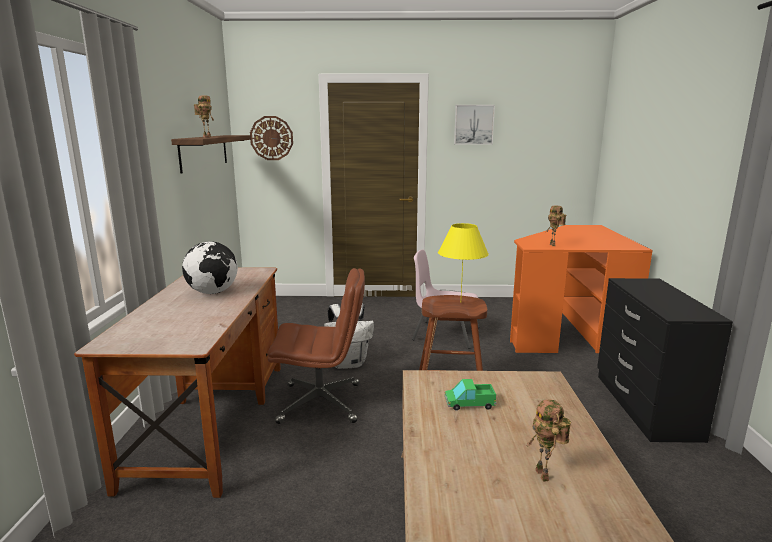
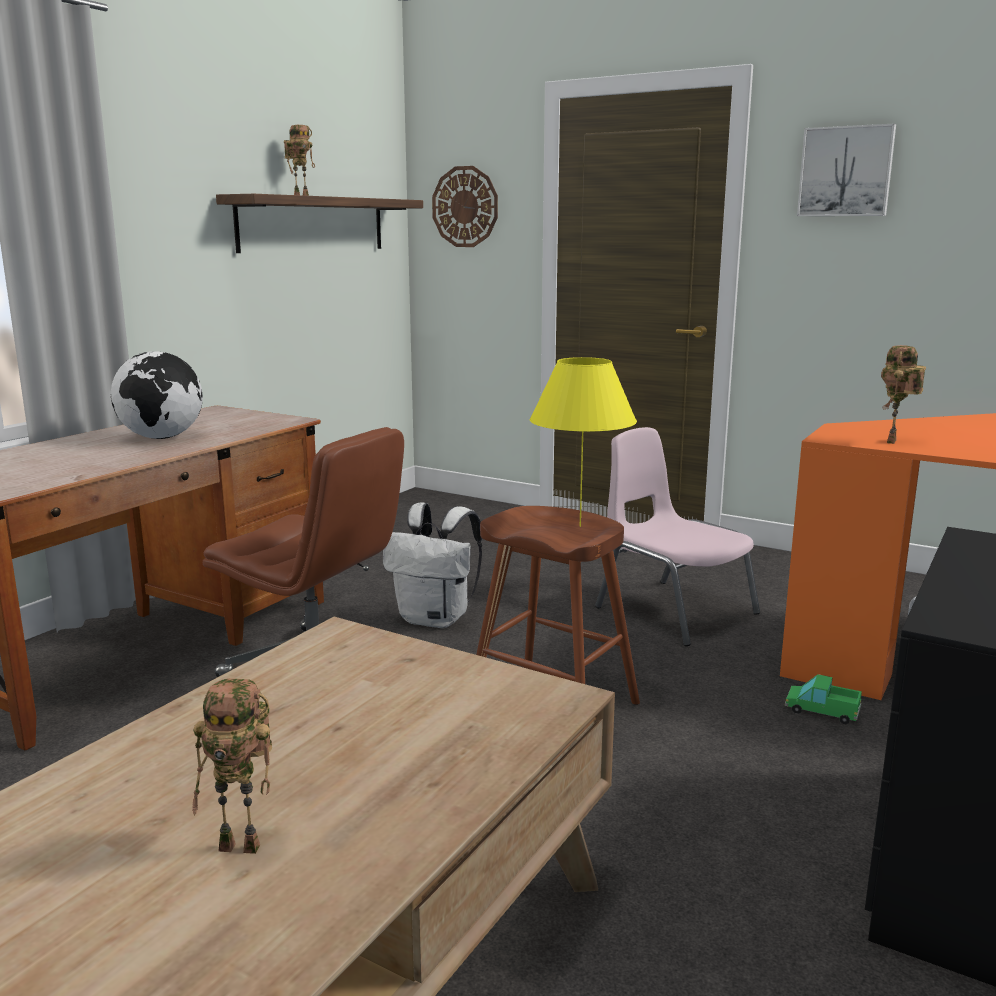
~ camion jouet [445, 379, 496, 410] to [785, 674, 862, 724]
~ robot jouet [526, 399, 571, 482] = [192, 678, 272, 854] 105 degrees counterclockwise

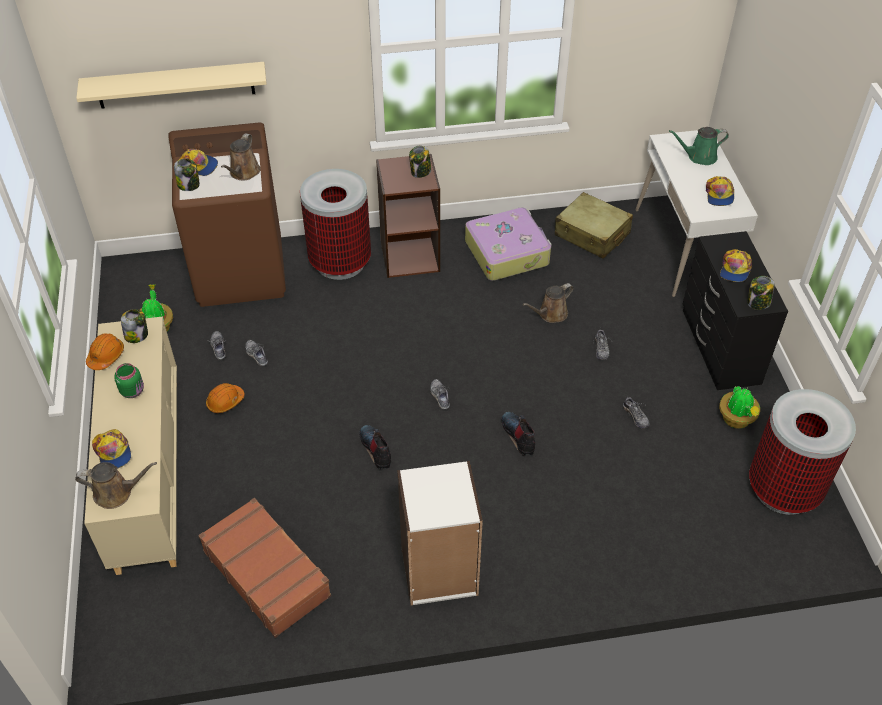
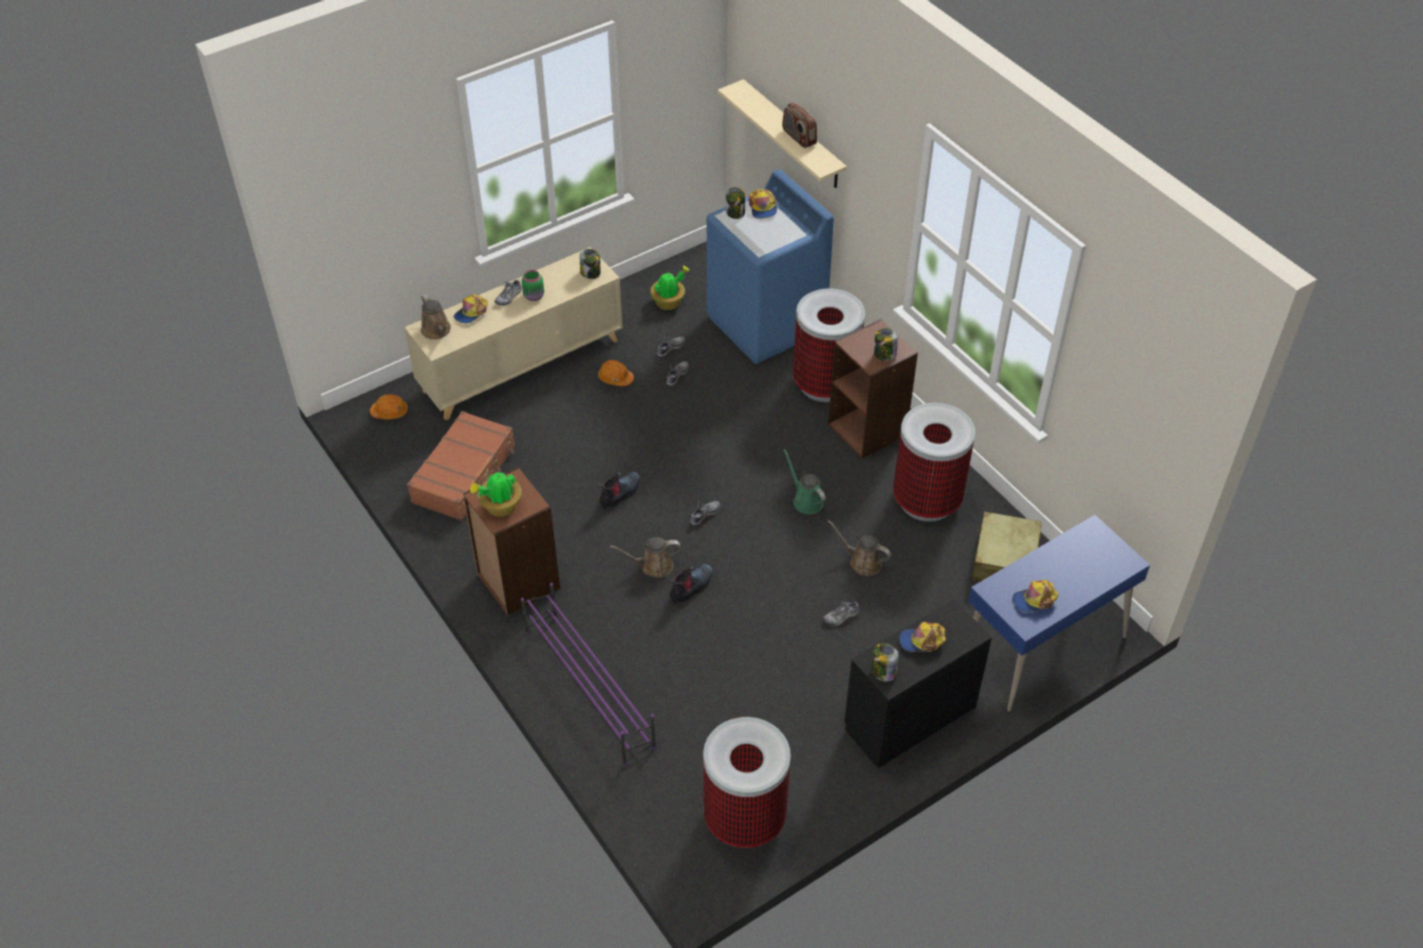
+ étagère à chaussures [violet] [521, 583, 656, 766]
+ radio [782, 103, 817, 148]
~ casque de chantier [orange] [86, 333, 124, 370] to [370, 394, 408, 420]
~ arrosoir [marron] [221, 133, 261, 180] to [610, 537, 681, 578]
~ chaussure [623, 396, 650, 428] to [495, 280, 522, 306]
~ arrosoir [vert] [669, 127, 729, 165] to [783, 449, 826, 514]
~ plante en pot [719, 386, 760, 429] to [470, 470, 522, 517]
~ valise [465, 207, 551, 281] to poubelle [893, 403, 975, 522]
~ lave-linge [marron] [168, 123, 286, 307] to lave-linge [bleu] [707, 170, 834, 364]
~ bibliothèque [blanc] [397, 461, 483, 606] to bibliothèque [marron] [463, 467, 560, 616]
~ bureau [blanc] [635, 130, 758, 297] to bureau [bleu] [968, 515, 1150, 711]

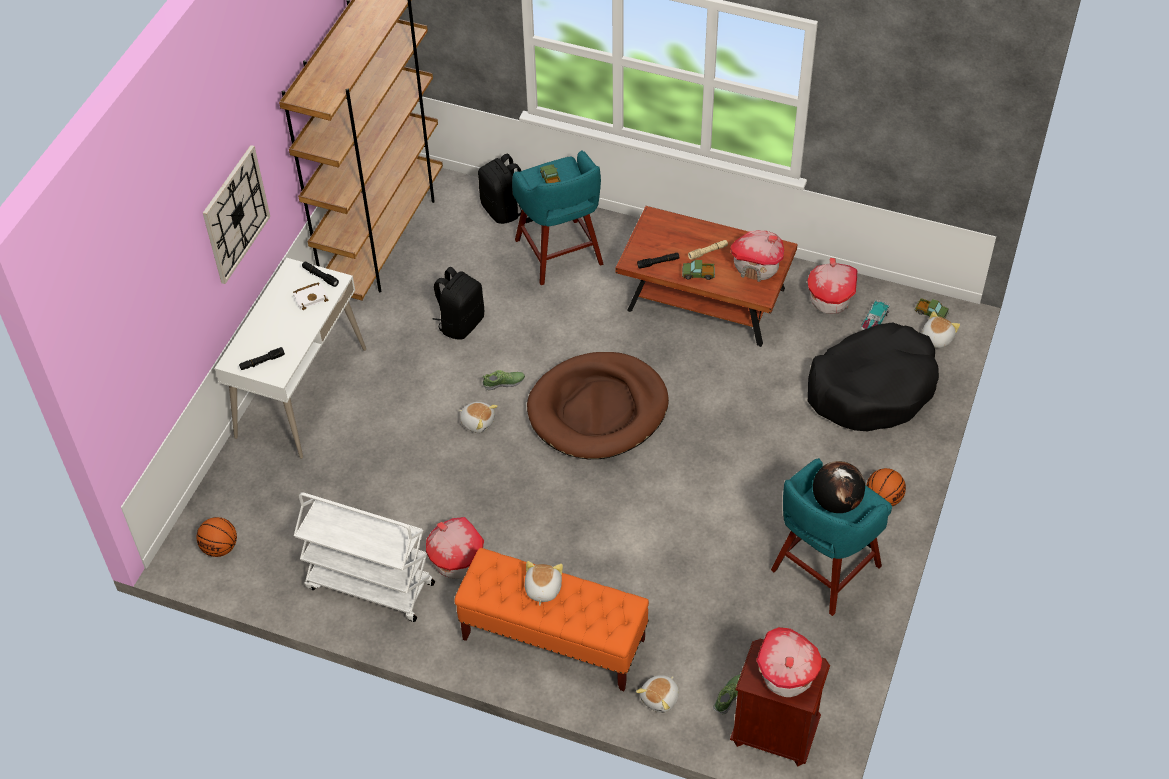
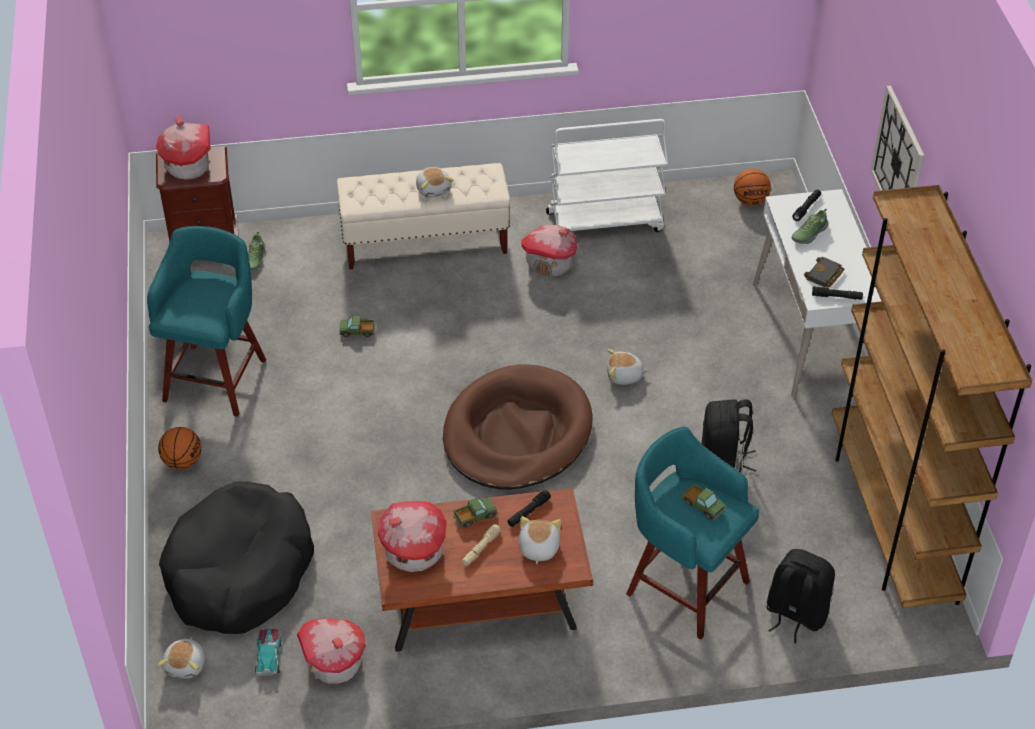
- globe [813, 461, 865, 513]
~ chaussure [482, 370, 525, 391] to [792, 209, 828, 244]
~ peluche [636, 675, 679, 713] to [519, 516, 561, 565]
~ camion jouet [915, 298, 949, 319] to [339, 316, 375, 337]
~ livre [blanc] [293, 282, 328, 310] to livre [noir] [804, 257, 844, 287]
~ banc [orange] [455, 548, 649, 691] to banc [beige] [337, 163, 510, 269]

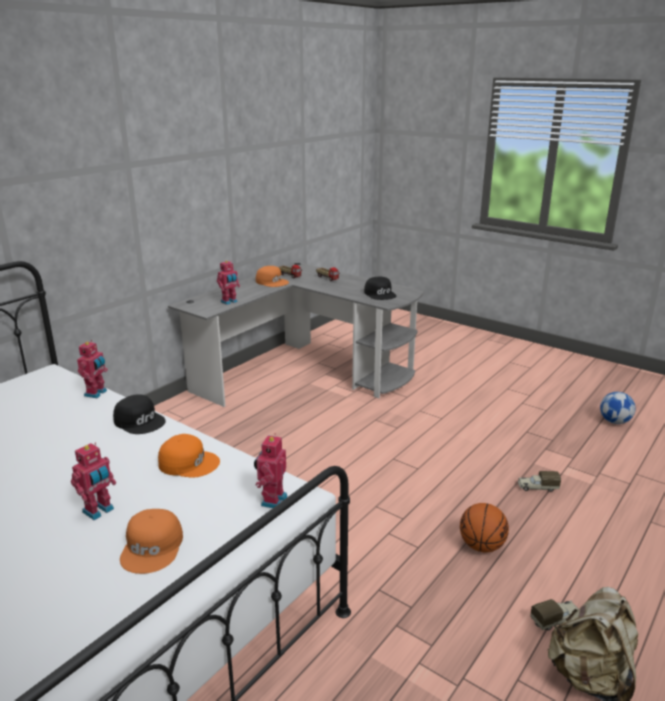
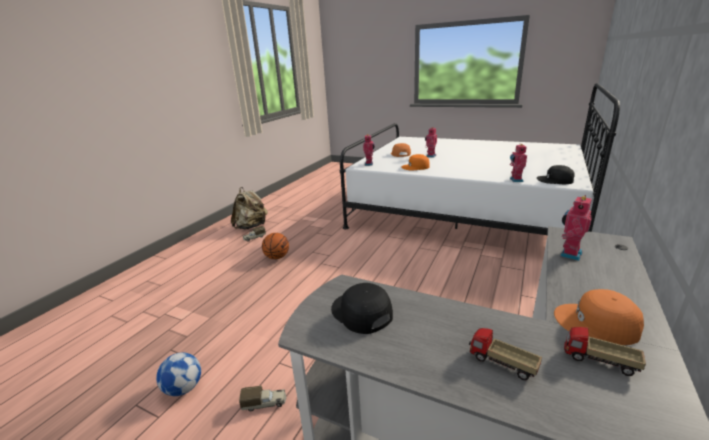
~ casquette [noir] [113, 395, 166, 434] to [537, 165, 575, 184]
~ camion jouet [518, 471, 561, 492] to [239, 386, 286, 411]
~ ballon de foot [600, 392, 636, 424] to [156, 352, 201, 396]

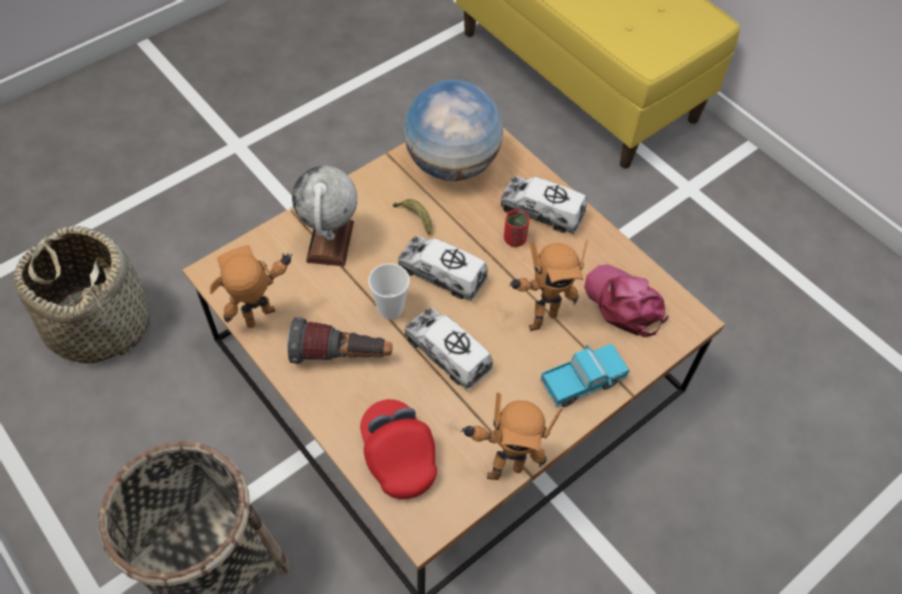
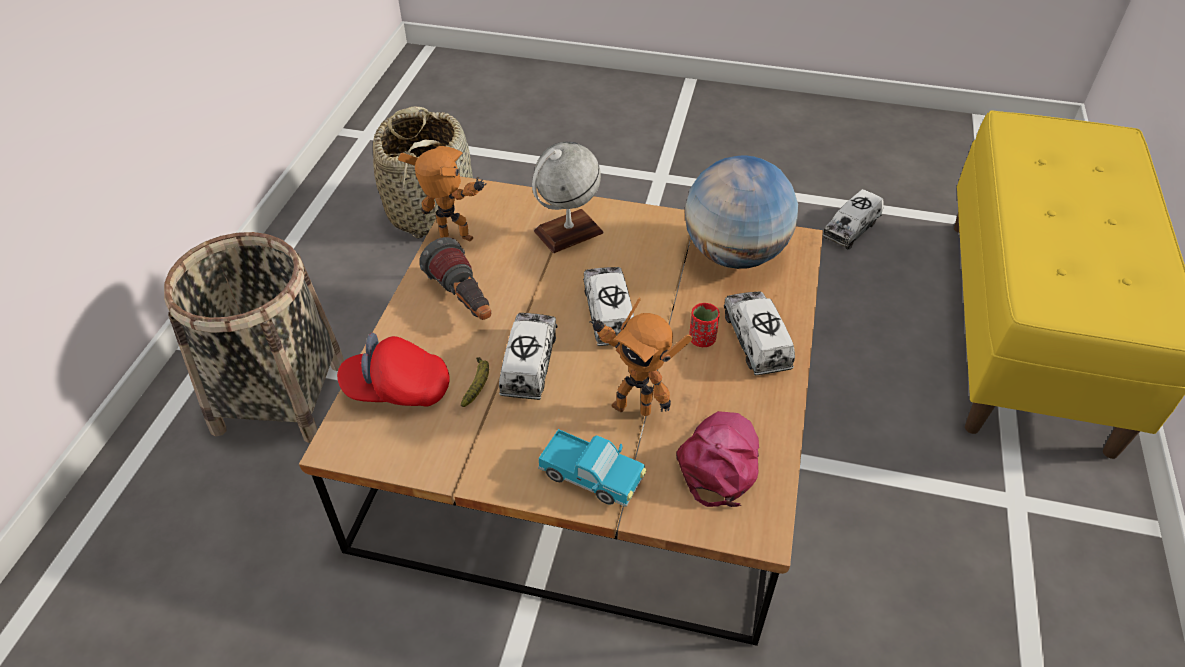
- tasse [368, 263, 410, 320]
- robot jouet [460, 393, 563, 480]
+ camion jouet [823, 189, 884, 250]
~ banane [393, 199, 432, 235] to [461, 357, 489, 407]
~ casquette [rouge] [360, 399, 437, 499] = [337, 333, 450, 407] 120 degrees counterclockwise

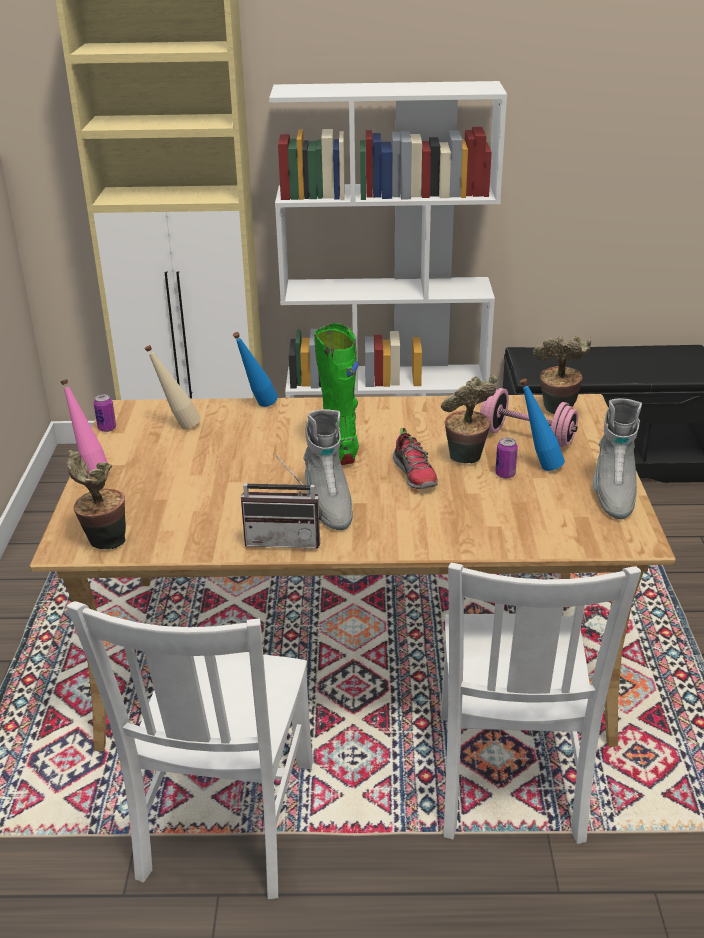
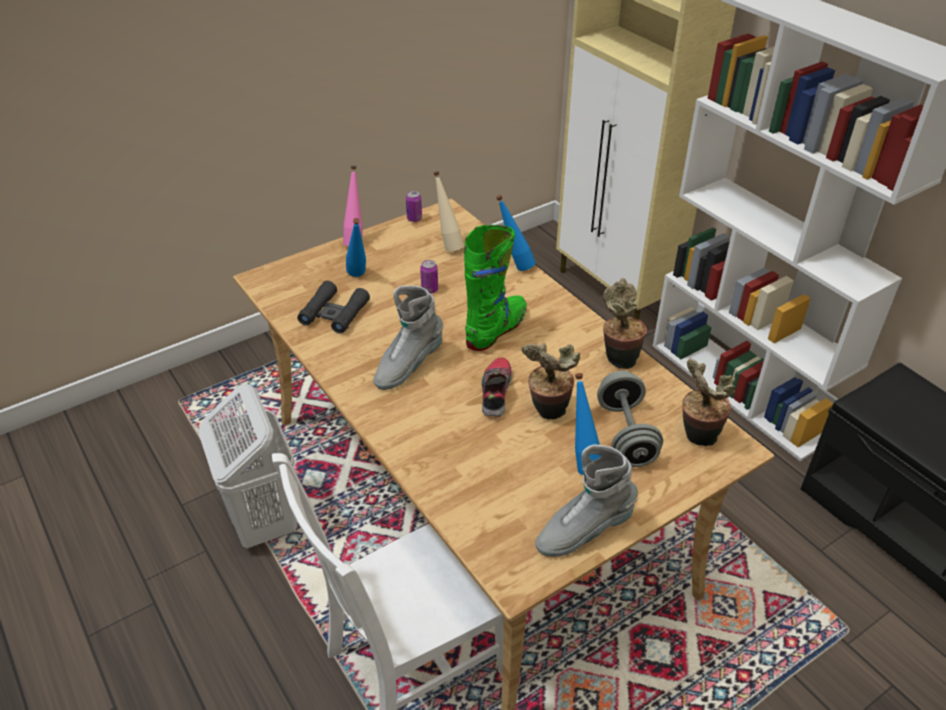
- radio [241, 453, 322, 548]
+ jumelles [noir] [297, 281, 370, 334]
+ bouteille [bleu] [346, 218, 366, 277]
~ plante en pot [67, 450, 126, 549] to [603, 278, 647, 369]
~ boîte métallique [495, 438, 518, 478] to [420, 260, 438, 294]
~ chaise [blanc] [67, 601, 313, 899] to panier à linge [blanc] [199, 383, 297, 548]
~ haltère [rose] [480, 388, 578, 447] to haltère [gris] [597, 371, 663, 467]
~ chaussure [393, 428, 438, 489] = [481, 357, 512, 417] 150 degrees clockwise

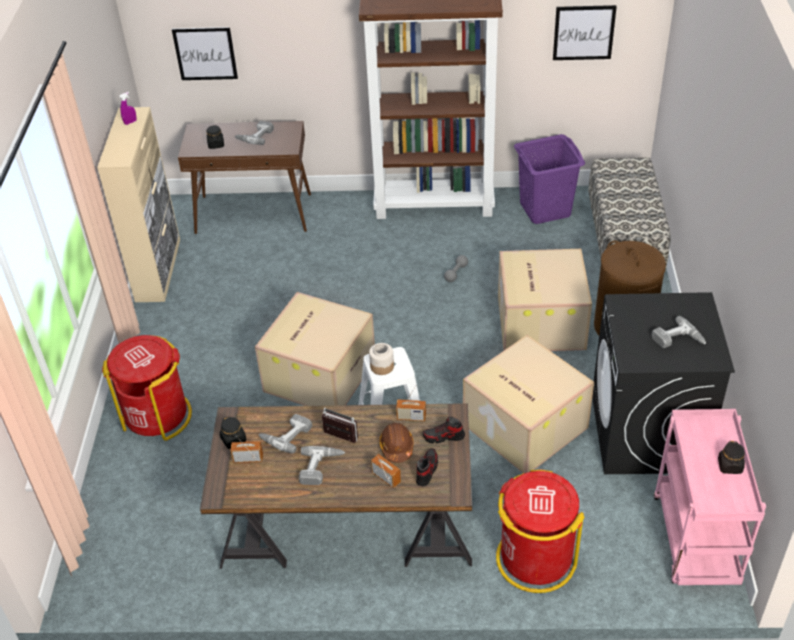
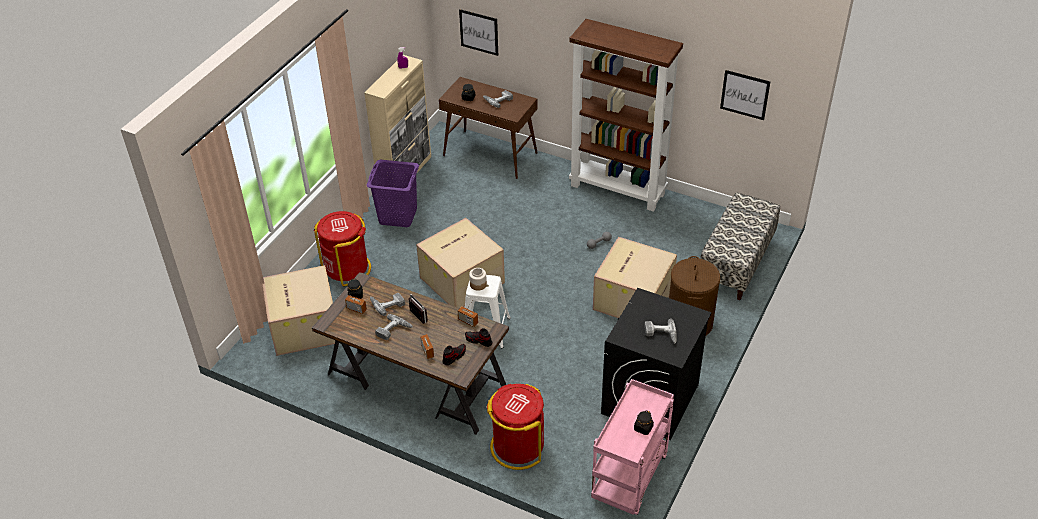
- casque de chantier [marron] [380, 423, 414, 463]
~ carton [463, 335, 594, 473] to [263, 265, 335, 356]
~ panier à linge [violet] [514, 134, 585, 224] to [367, 160, 419, 227]

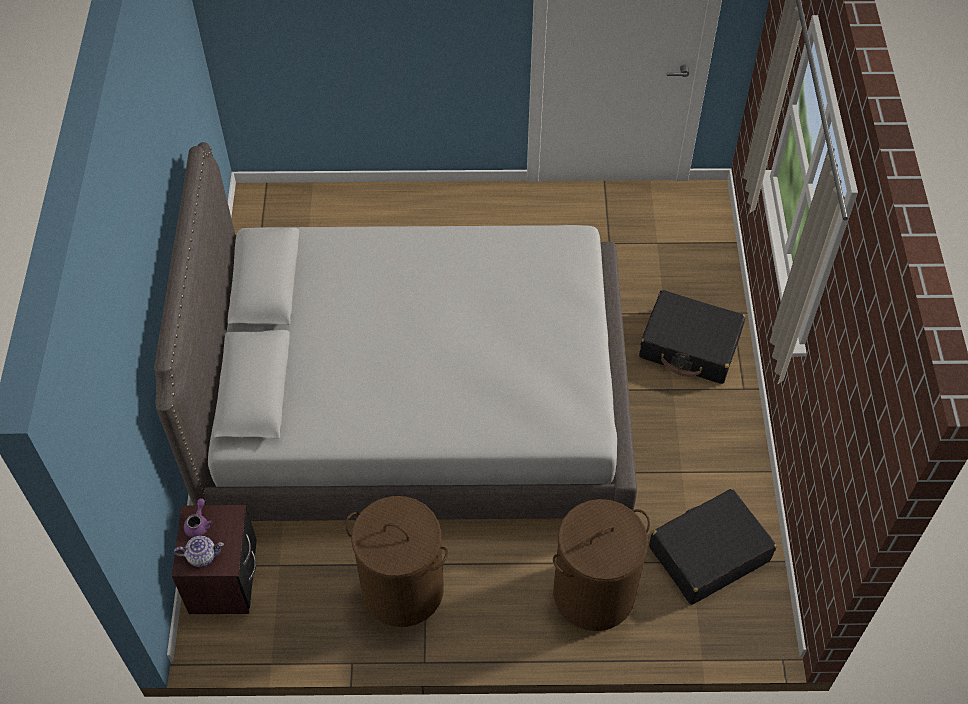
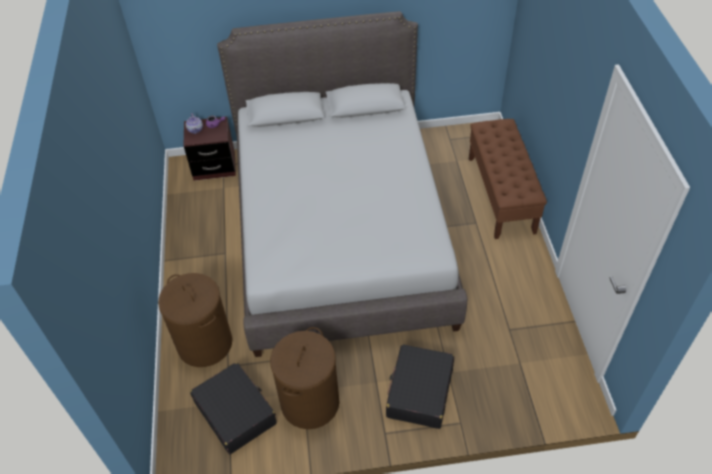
+ banc [marron] [469, 119, 547, 239]
~ panier à linge [marron] [345, 496, 448, 627] to [270, 327, 340, 429]

